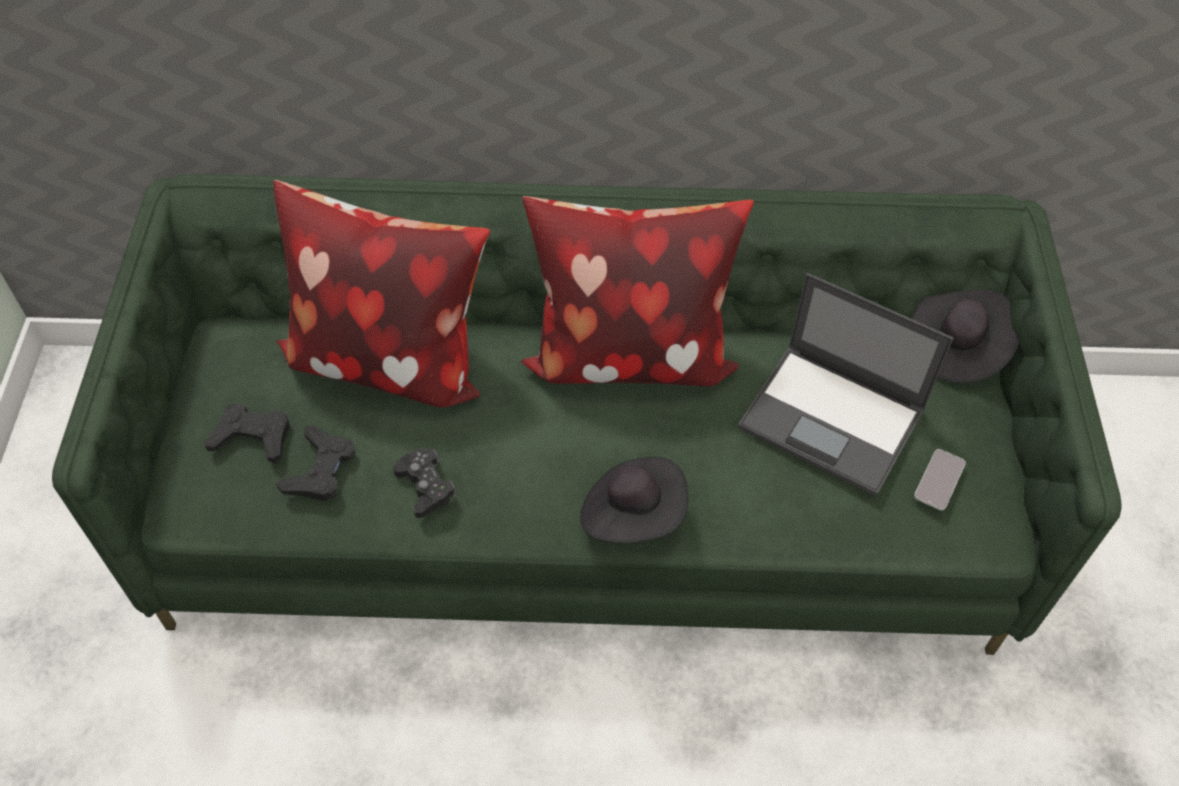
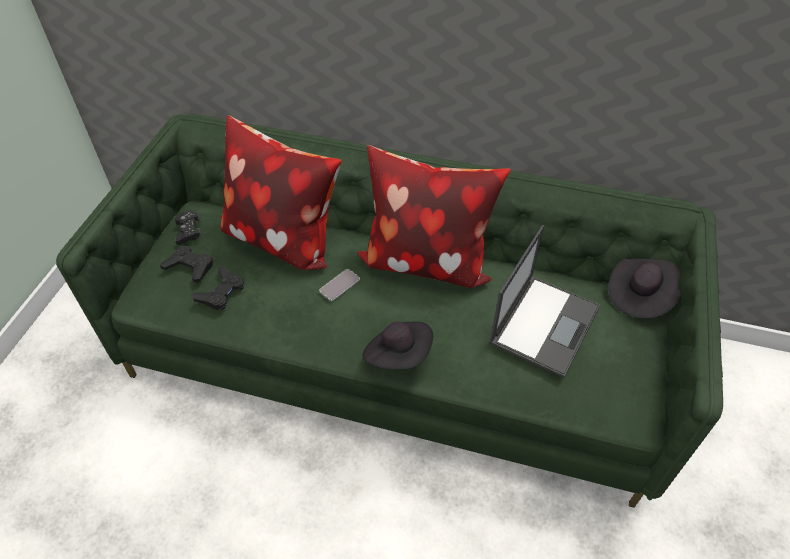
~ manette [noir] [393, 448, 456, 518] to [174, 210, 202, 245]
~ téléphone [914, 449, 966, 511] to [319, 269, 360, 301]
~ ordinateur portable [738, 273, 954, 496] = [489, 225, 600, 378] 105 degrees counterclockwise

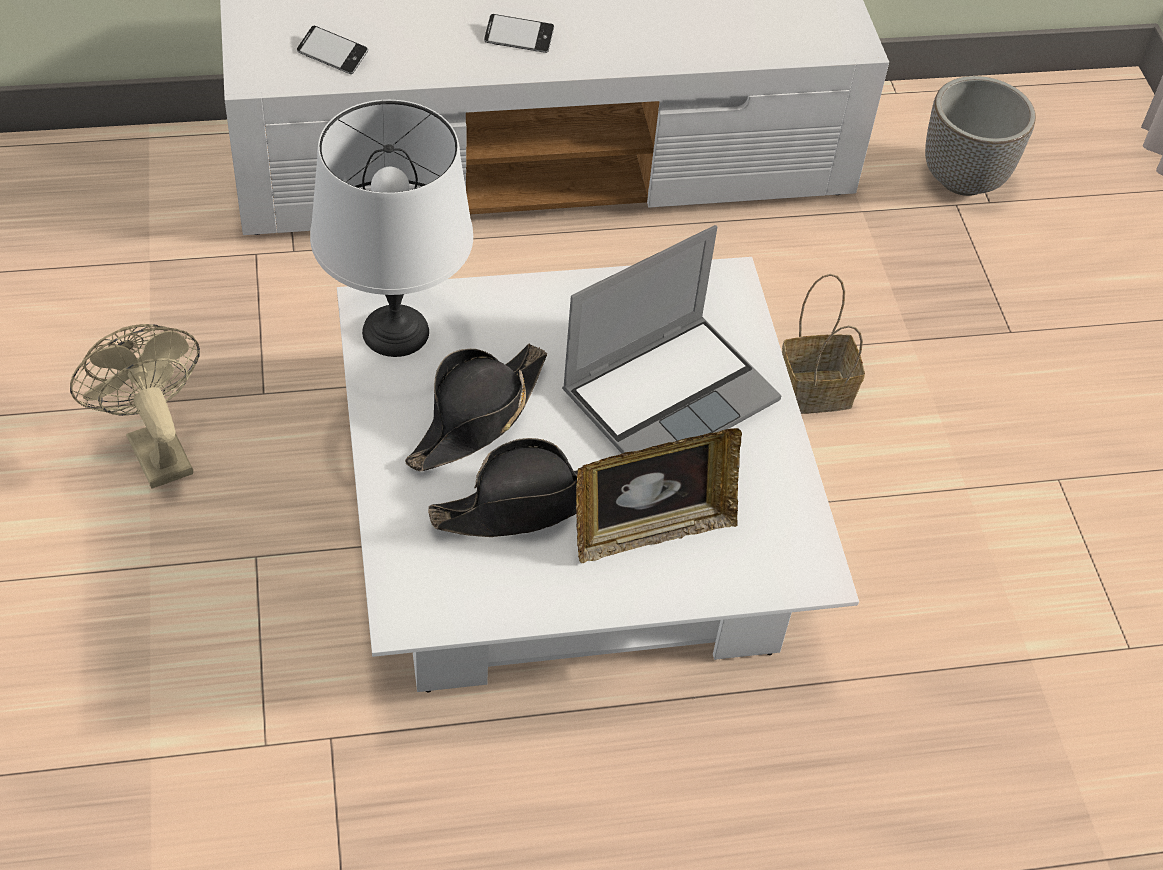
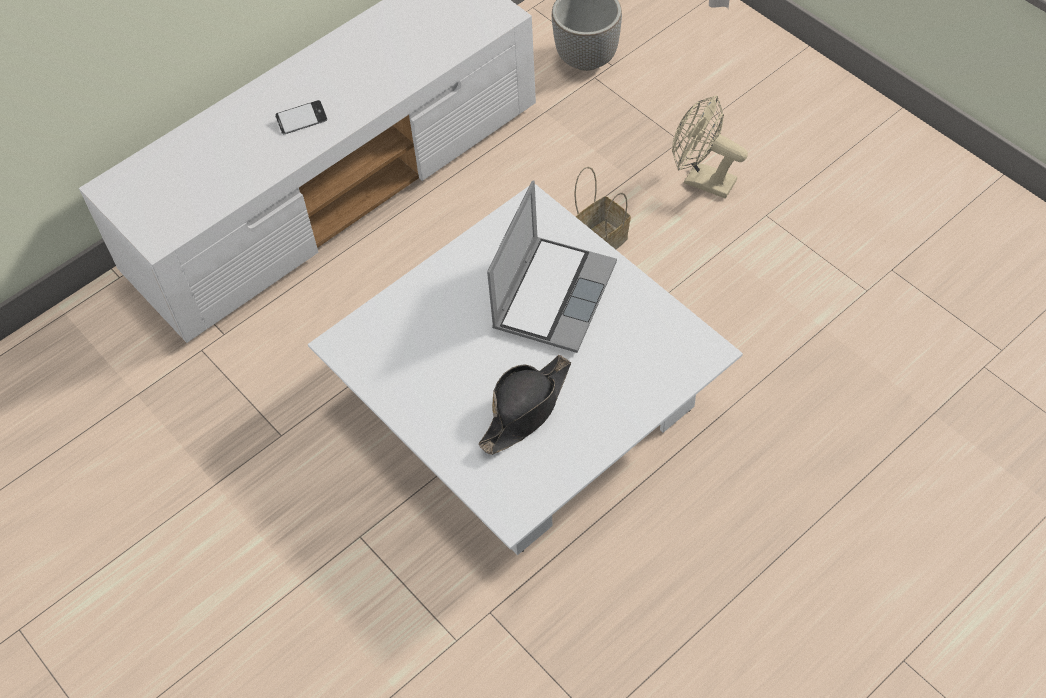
- téléphone [297, 26, 368, 74]
- lampe de table [blanc] [310, 100, 473, 357]
- chapeau [noir] [405, 344, 547, 472]
- cadre photo [576, 428, 742, 563]
~ ventilateur [beige] [70, 324, 200, 488] to [672, 96, 748, 199]

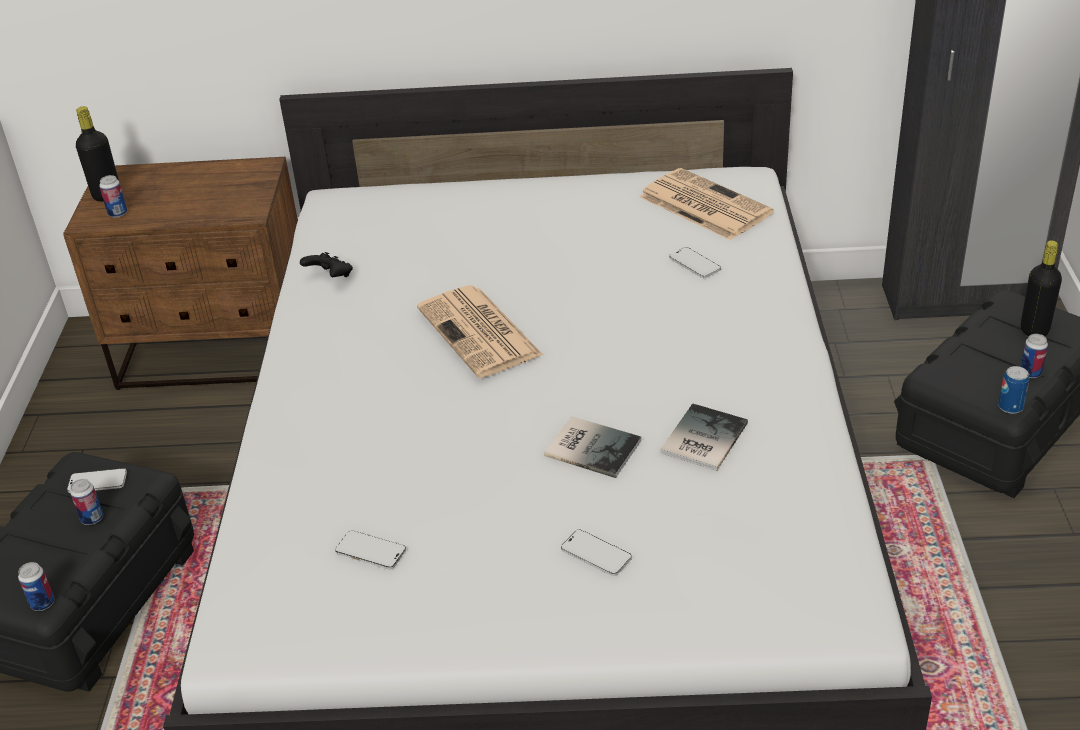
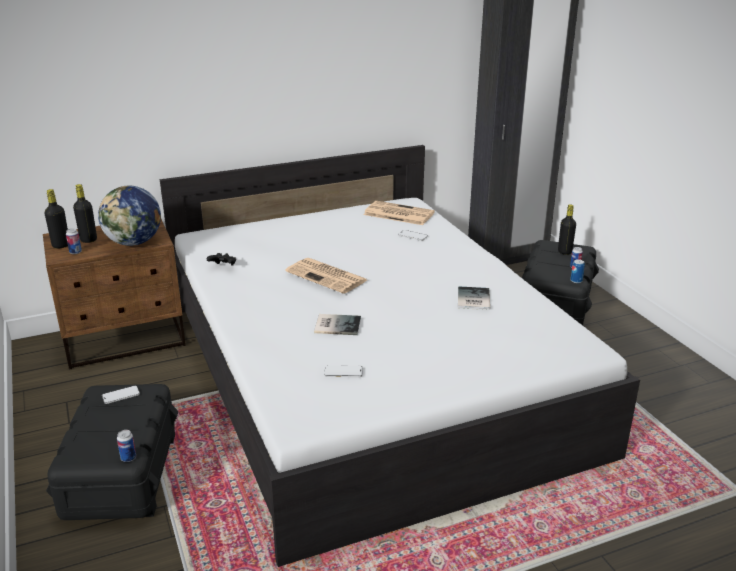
- boîte métallique [70, 479, 103, 525]
- téléphone [561, 530, 632, 576]
+ bouteille [noir] [73, 184, 97, 243]
+ globe [98, 186, 161, 246]
~ livre [544, 416, 641, 478] to [314, 314, 361, 335]

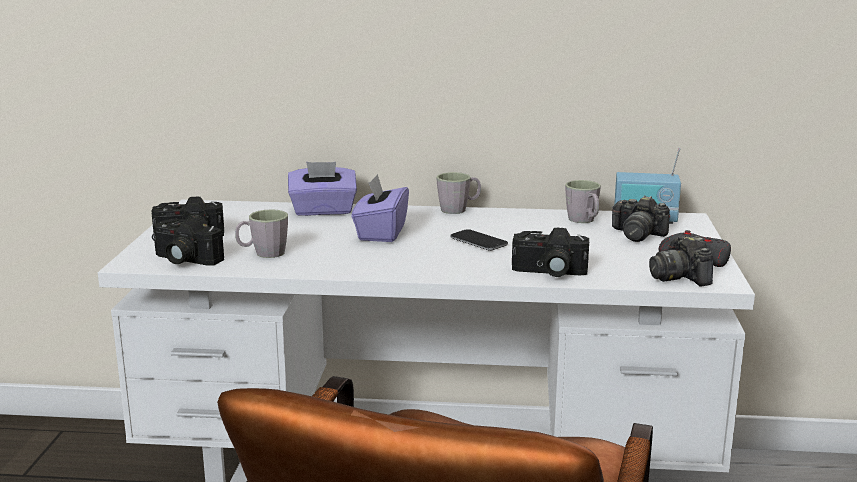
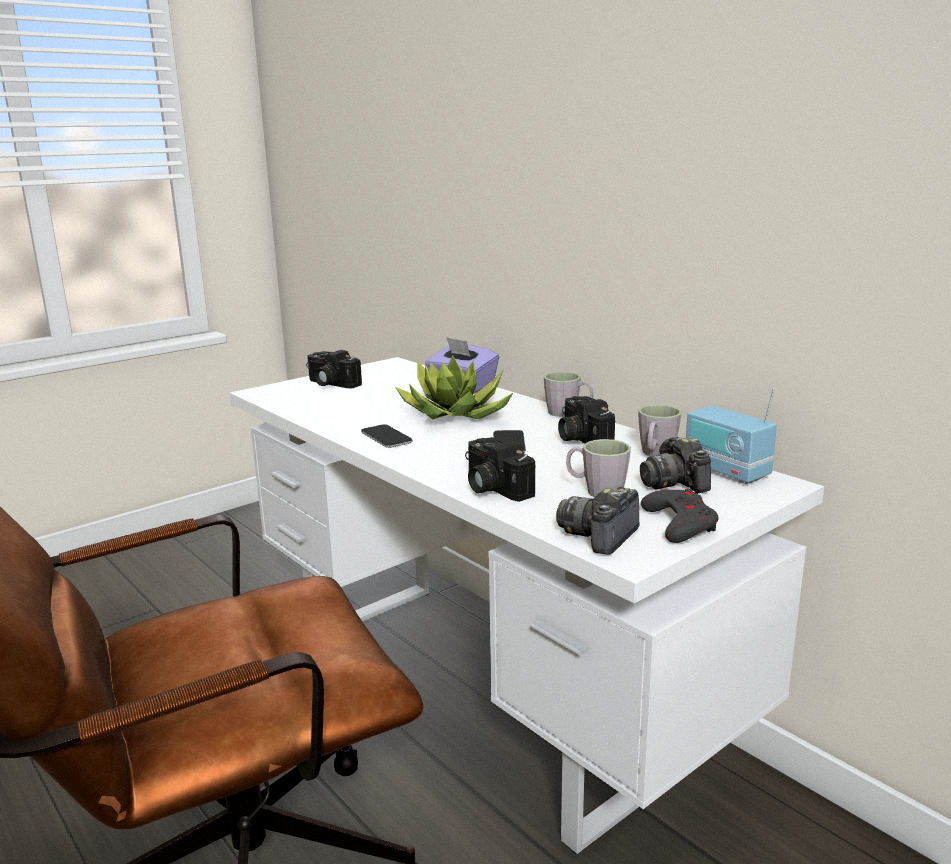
+ téléphone [361, 424, 413, 448]
~ appareil photo [152, 217, 224, 265] to [558, 396, 615, 444]
~ mug [gris] [235, 209, 288, 258] to [566, 439, 631, 497]
~ boîte à mouchoirs [violet] [352, 174, 409, 242] to plante en pot [394, 356, 514, 420]

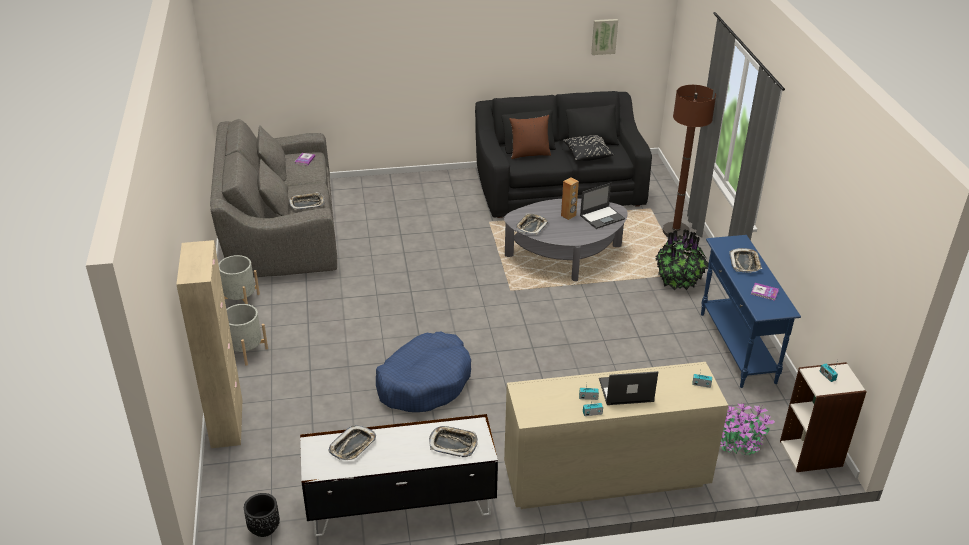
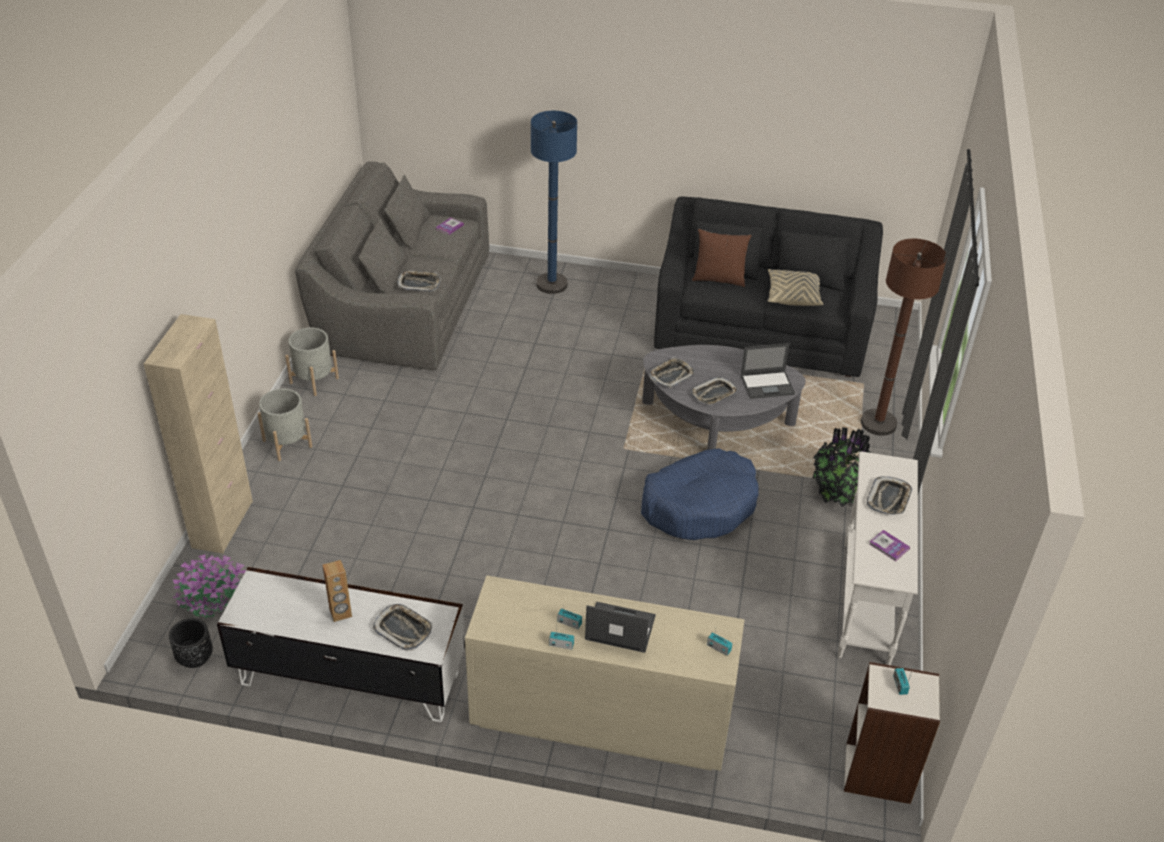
- tableau [591, 19, 618, 55]
+ lampadaire [bleu] [531, 111, 577, 294]
~ plateau [329, 425, 376, 460] to [690, 377, 738, 405]
~ panier pour chien [bleu] [376, 332, 471, 412] to [641, 448, 759, 540]
~ enceinte [marron] [561, 177, 579, 220] to [322, 560, 352, 622]
~ plante en pot [720, 402, 775, 456] to [173, 553, 246, 619]
~ coussin [noir] [563, 135, 615, 161] to coussin [beige] [767, 269, 823, 306]
~ table console [bleu] [701, 235, 801, 388] to table console [blanc] [838, 451, 918, 665]

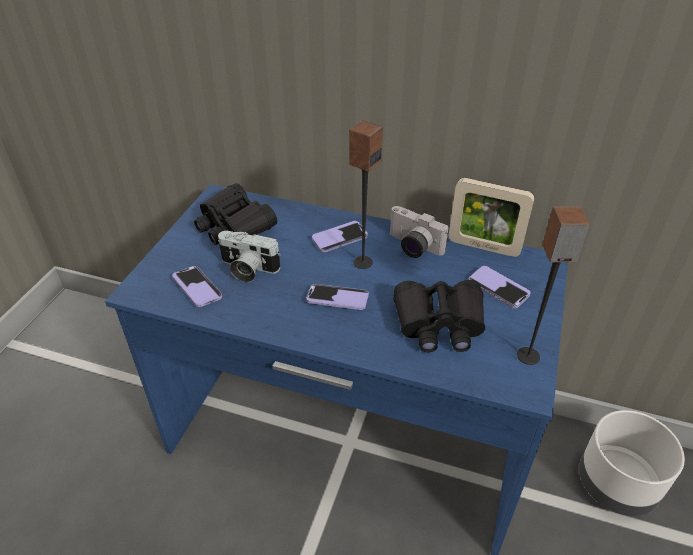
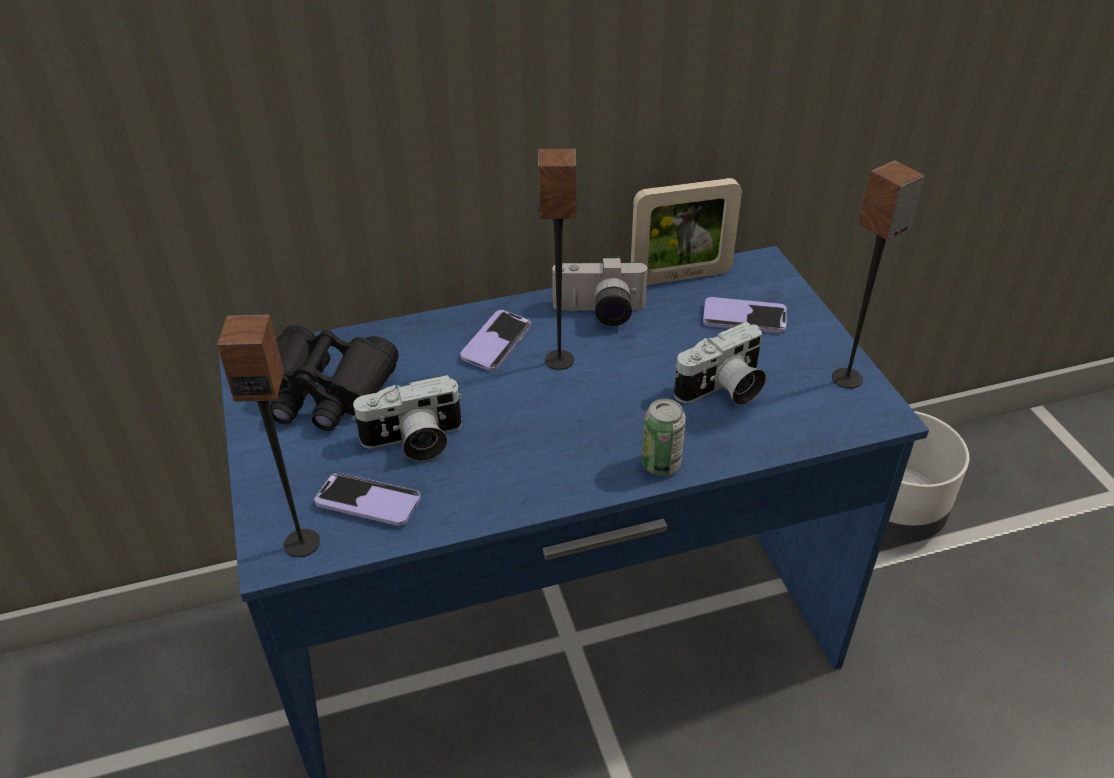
- téléphone [306, 284, 369, 310]
+ enceinte [217, 315, 320, 557]
+ boîte métallique [642, 399, 686, 476]
~ jumelles [noir] [393, 280, 485, 352] to appareil photo [674, 322, 766, 405]

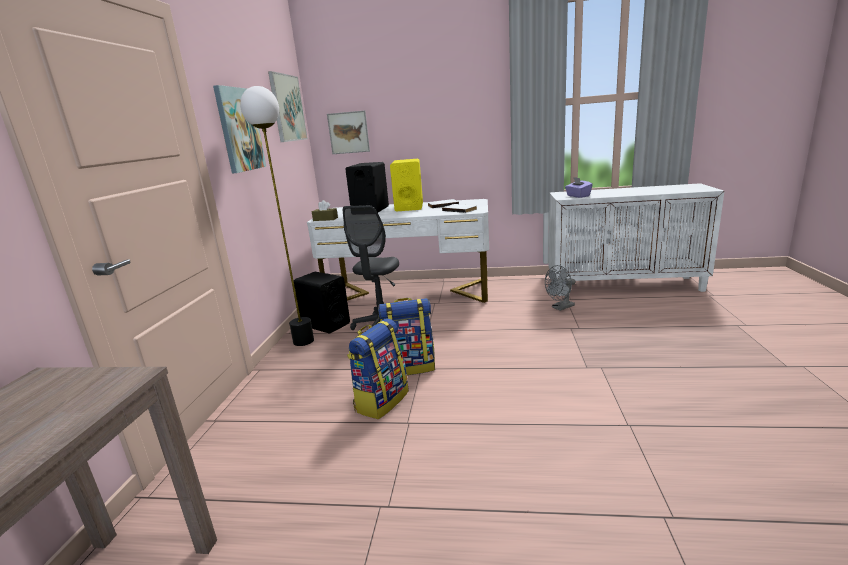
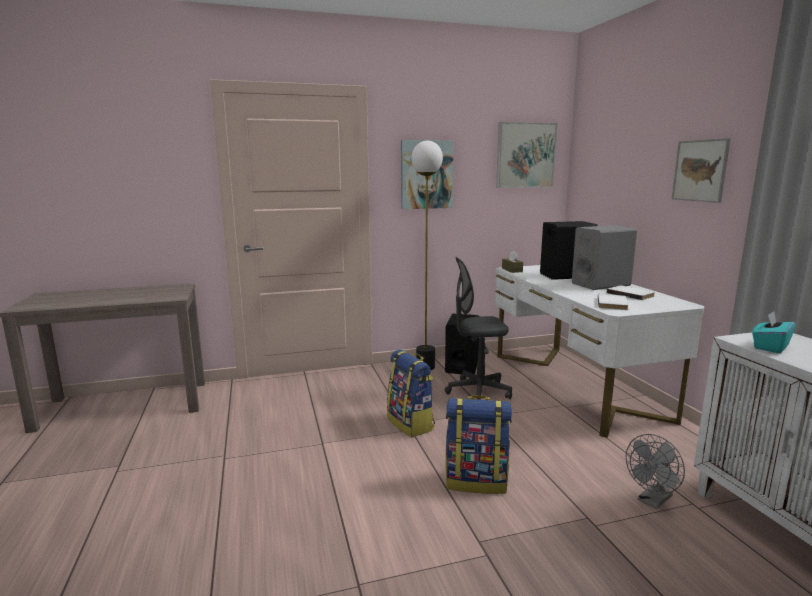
~ tableau [327, 110, 370, 154] to [672, 138, 731, 203]
~ sac à dos [347, 318, 409, 419] to [445, 395, 512, 494]
~ enceinte [jaune] [390, 159, 423, 211] to enceinte [gris] [572, 225, 637, 290]
~ boîte à mouchoirs [violet] [565, 177, 593, 198] to boîte à mouchoirs [turquoise] [752, 311, 796, 353]
~ ventilateur [gris] [545, 265, 576, 311] = [626, 434, 685, 509] 75 degrees counterclockwise

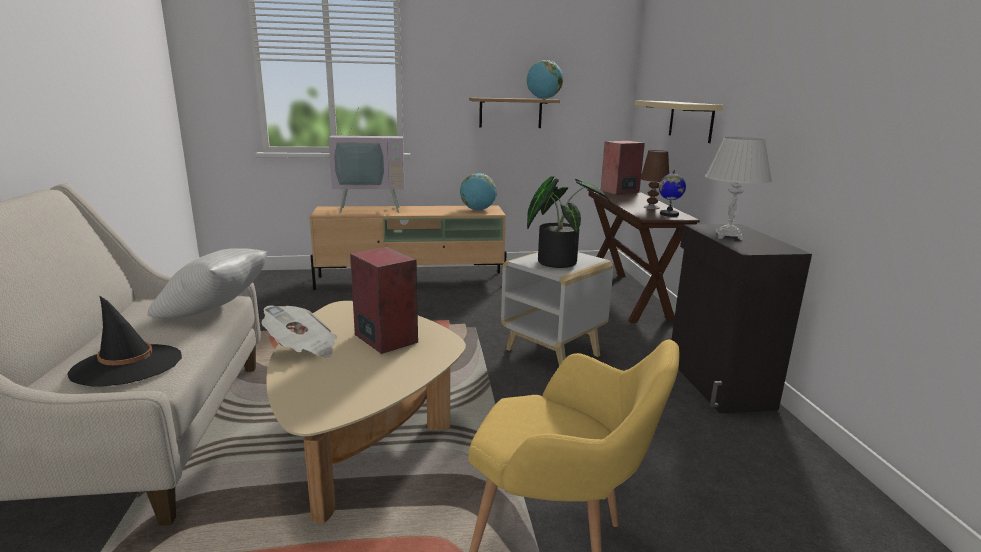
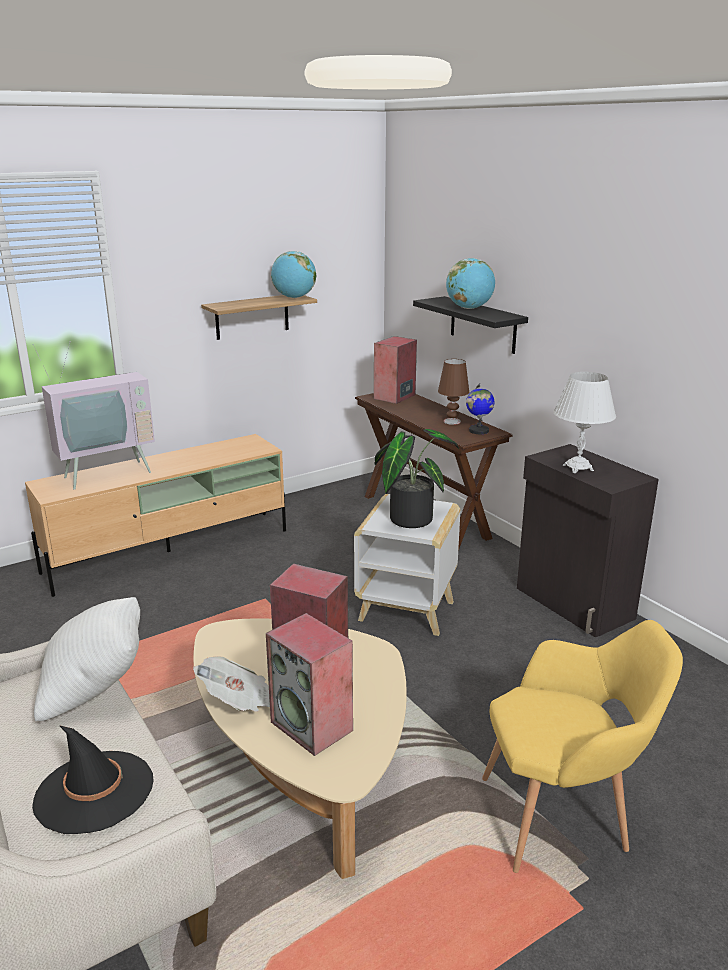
+ enceinte [266, 613, 353, 756]
~ globe [460, 173, 497, 211] to [446, 258, 495, 309]
~ étagère [beige] [635, 101, 723, 143] to étagère [noir] [413, 296, 528, 354]

